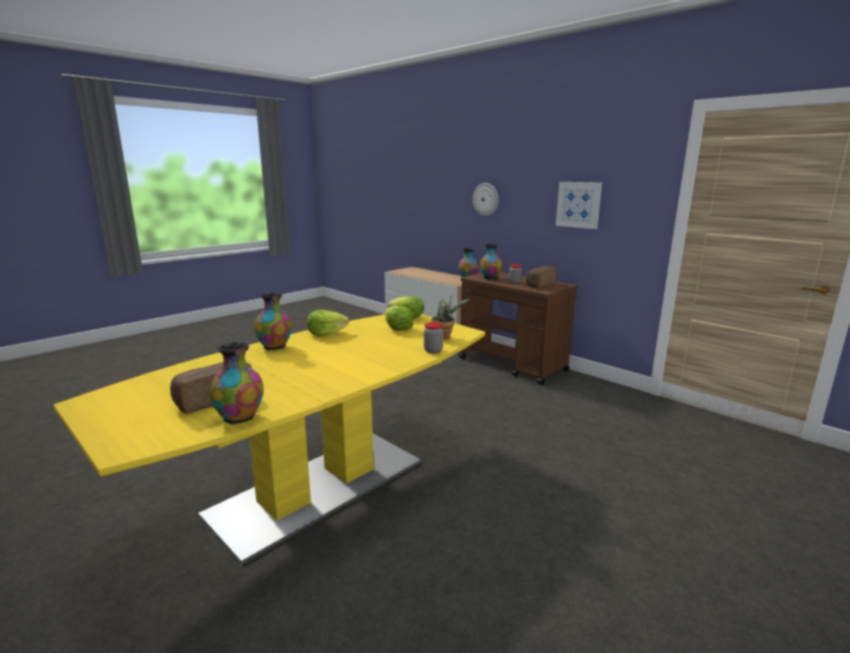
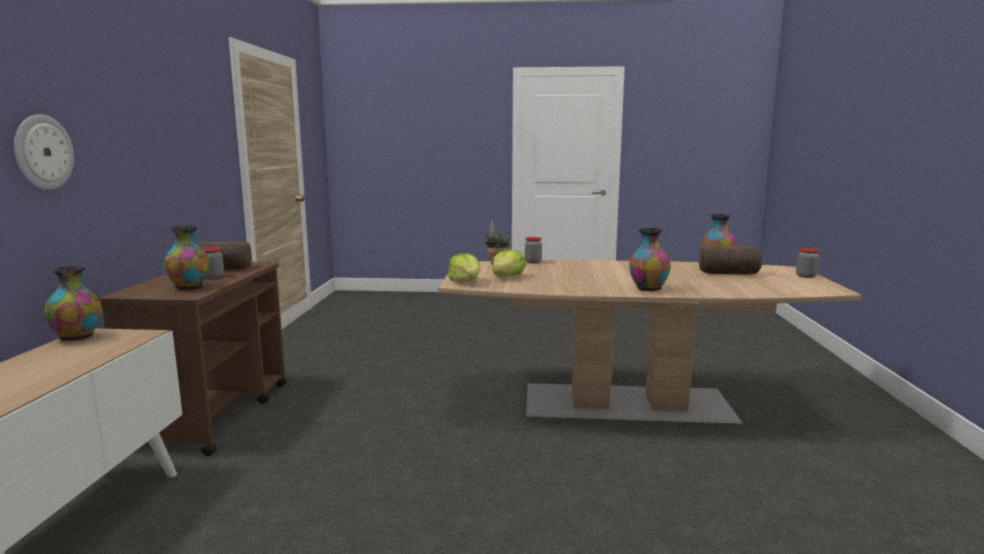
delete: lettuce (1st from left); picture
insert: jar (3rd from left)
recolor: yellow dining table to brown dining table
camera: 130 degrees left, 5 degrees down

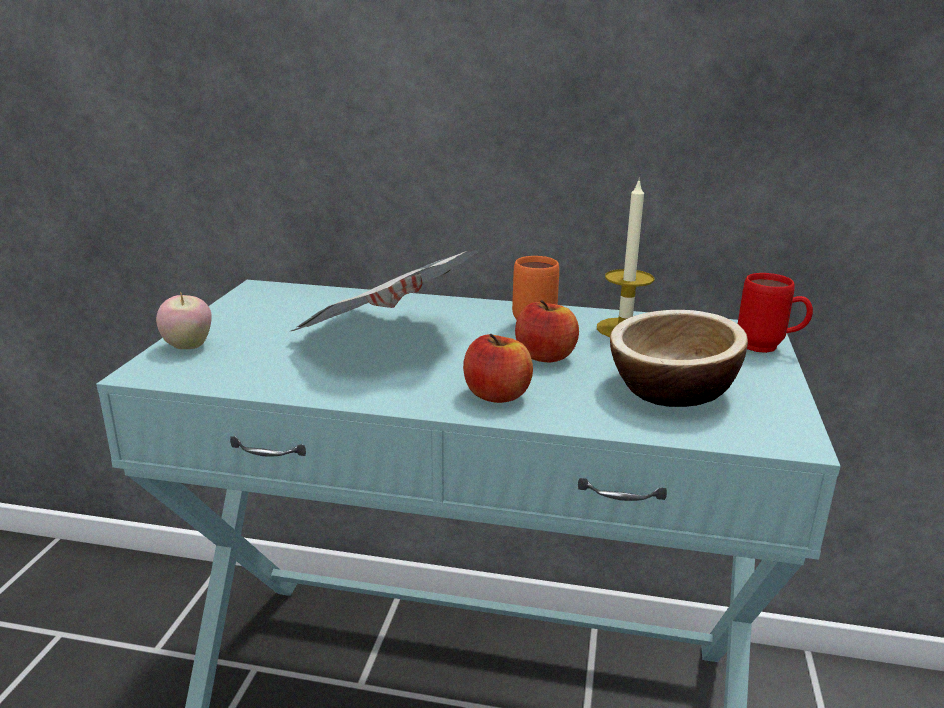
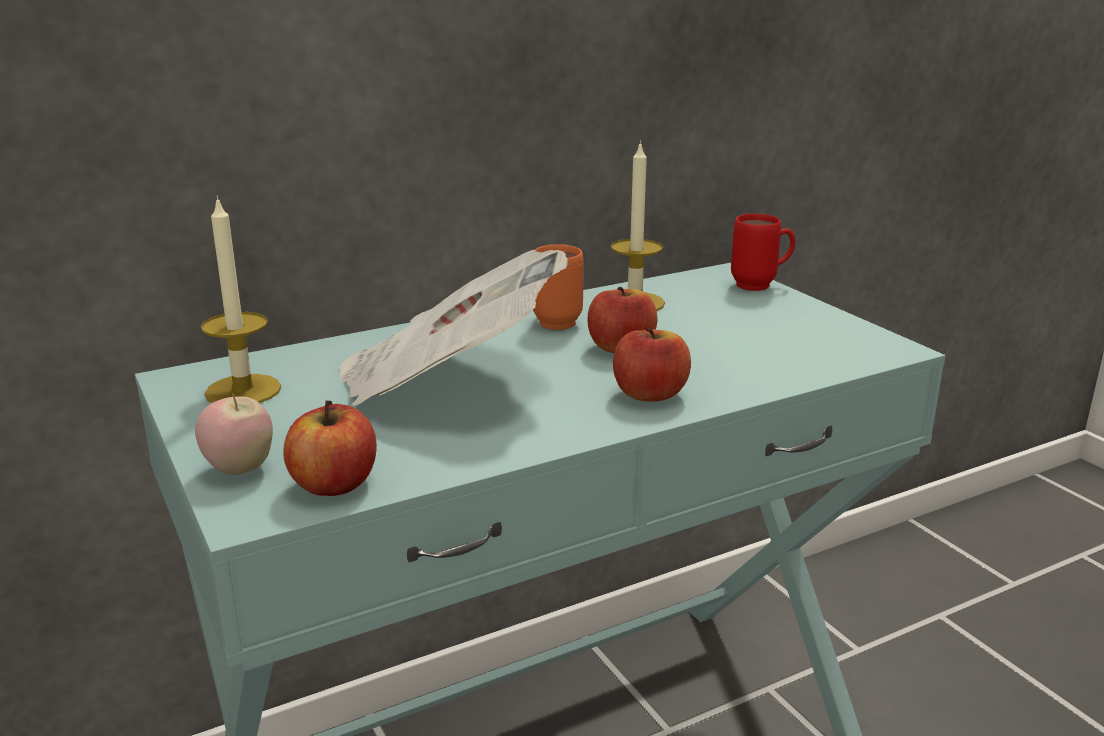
delete: bowl
insert: candle (1st from left); apple (2nd from left)
camera: 40 degrees left, 0 degrees up

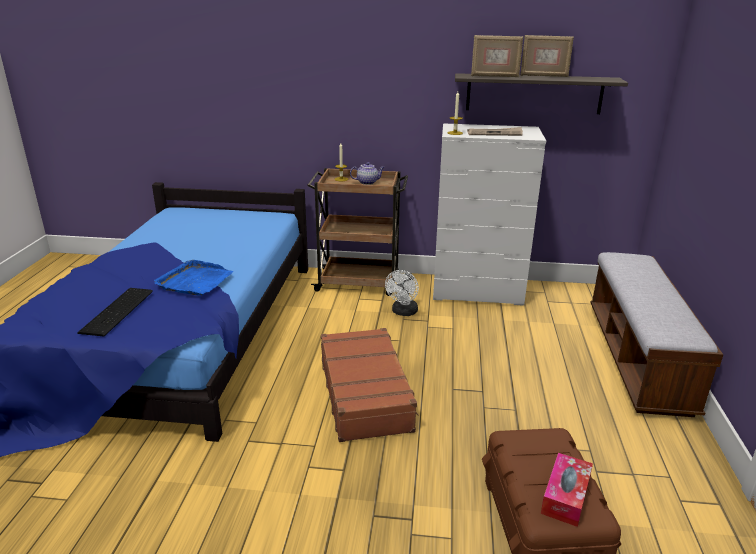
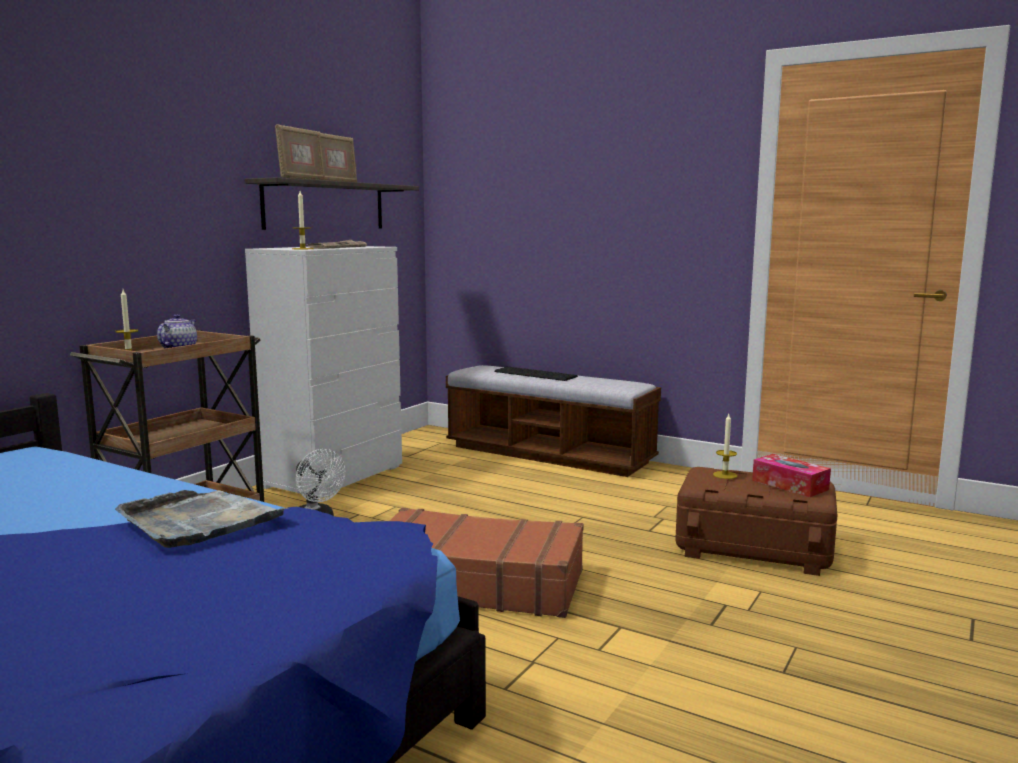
insert: candle (3rd from left)
move: keyboard
recolor: blue tray to grey tray
camera: 65 degrees left, 15 degrees down

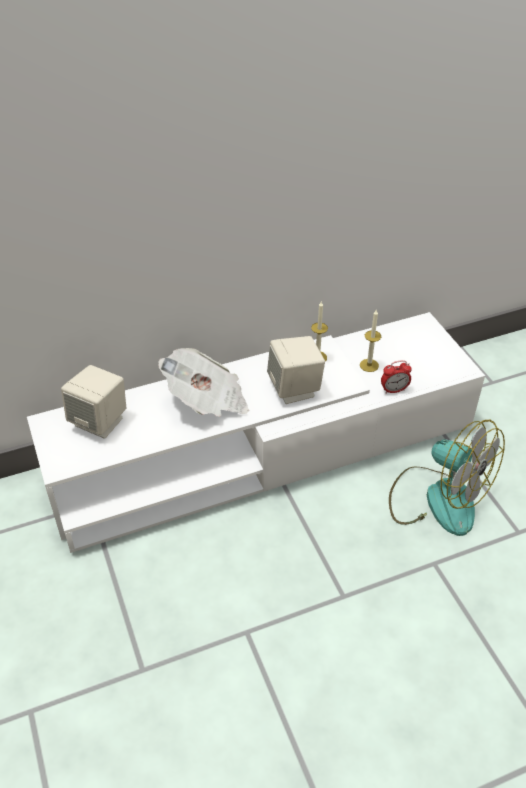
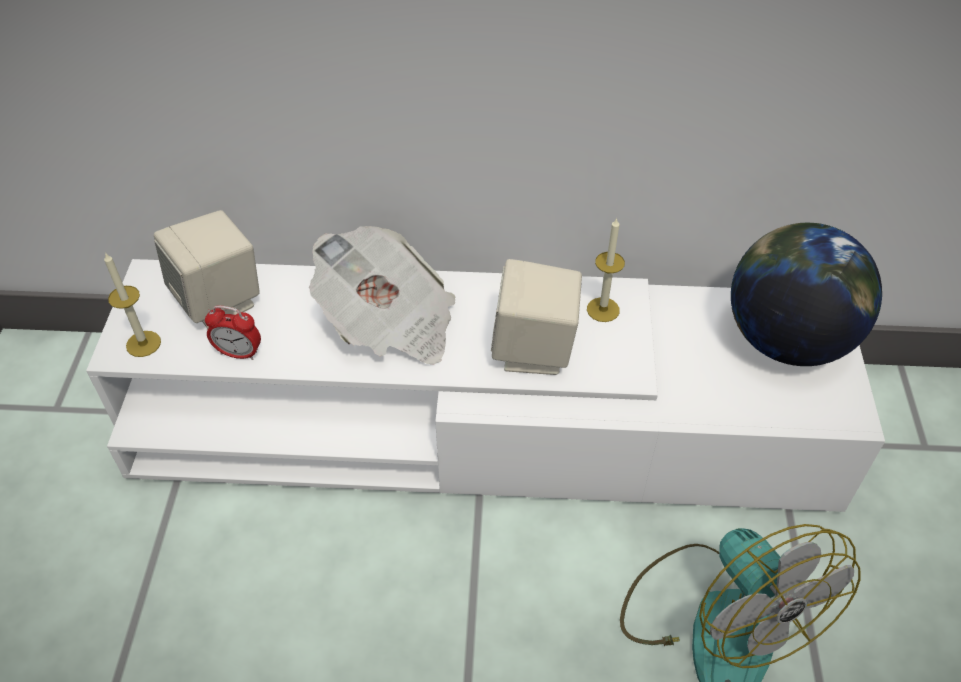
insert: globe
move: candle (2nd from left in the first image) to candle (1st from left); alarm clock
camera: 25 degrees right, 5 degrees up

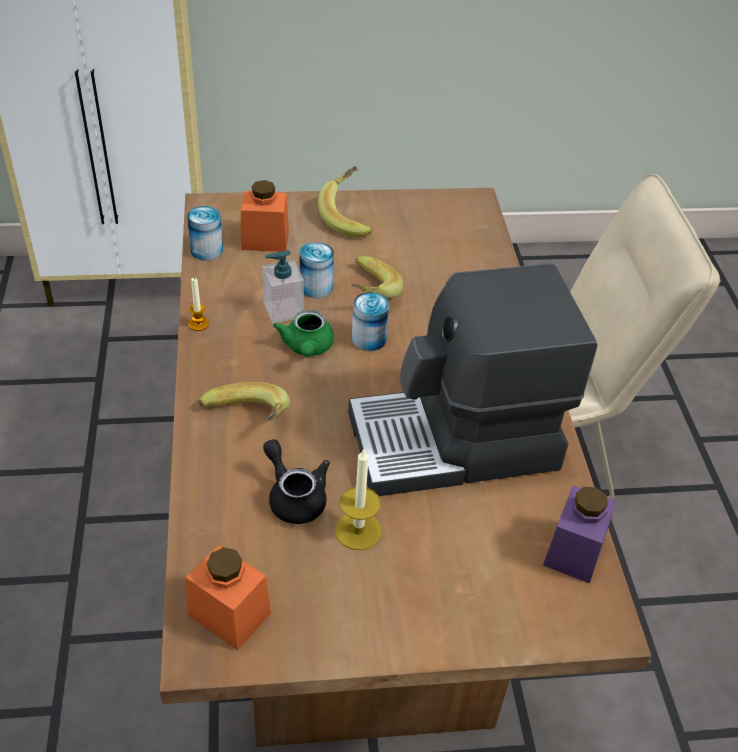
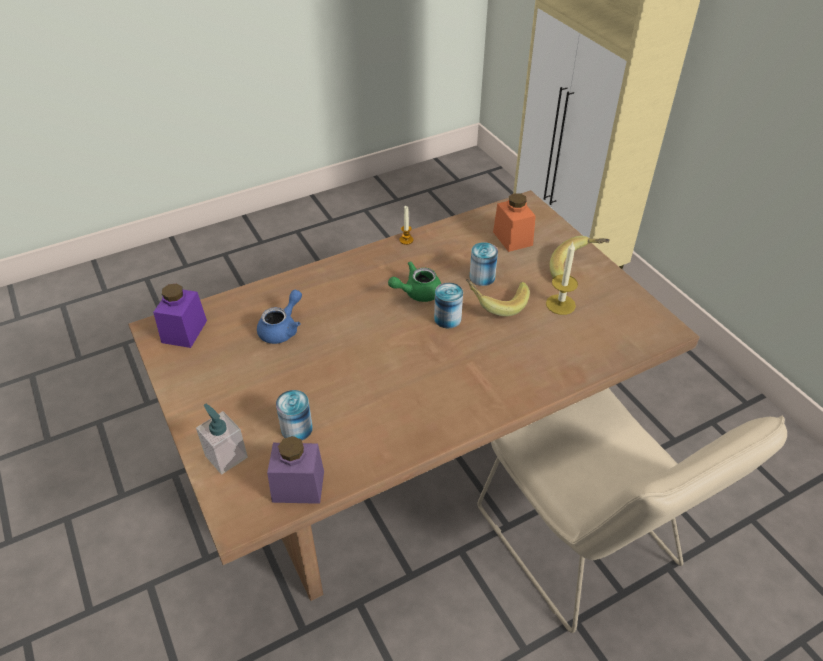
delete: banana (1st from left); coffee machine
move: soap dispenser; can (1st from left); candle (2nd from left)
recolor: orange jar (1st from left) to purple jar (1st from left); black teapot to blue teapot
camera: 70 degrees right, 0 degrees up

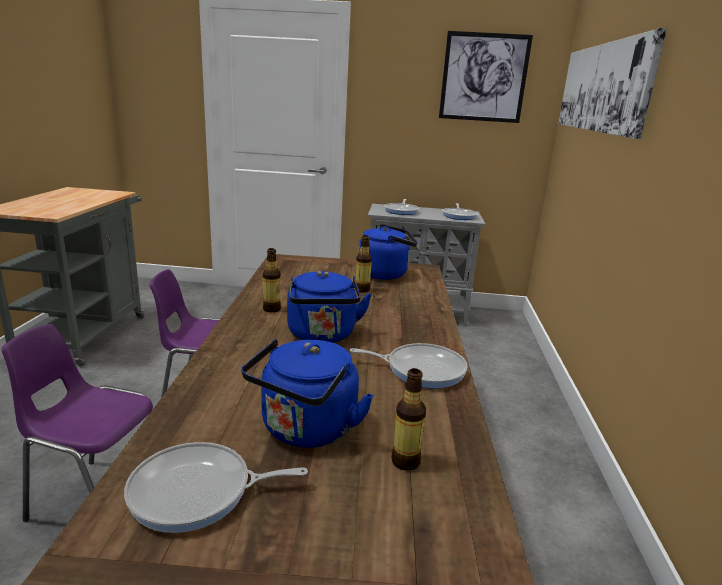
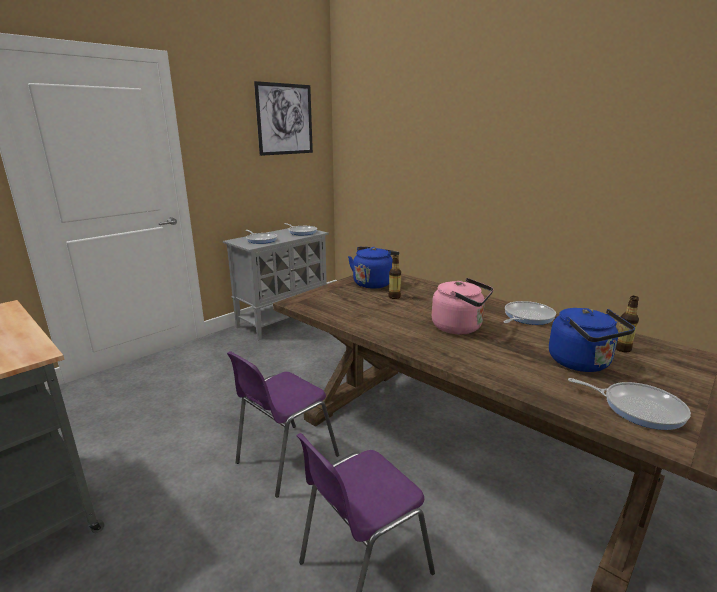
delete: bottle (1st from left); picture (2nd from left)
recolor: blue kettle (2nd from left) to pink kettle
rotate: frying pan (1st from left in the first image) 90 degrees counterclockwise
camera: 50 degrees left, 0 degrees up

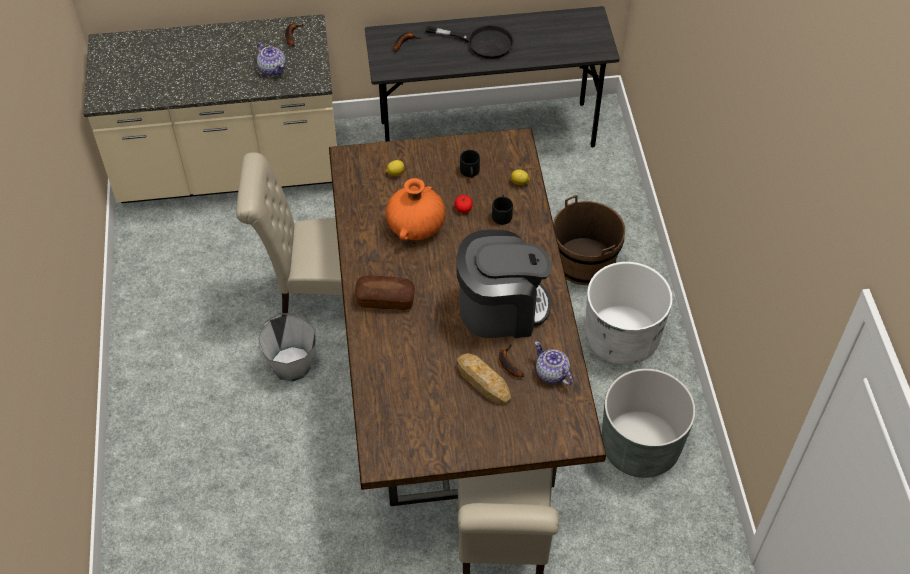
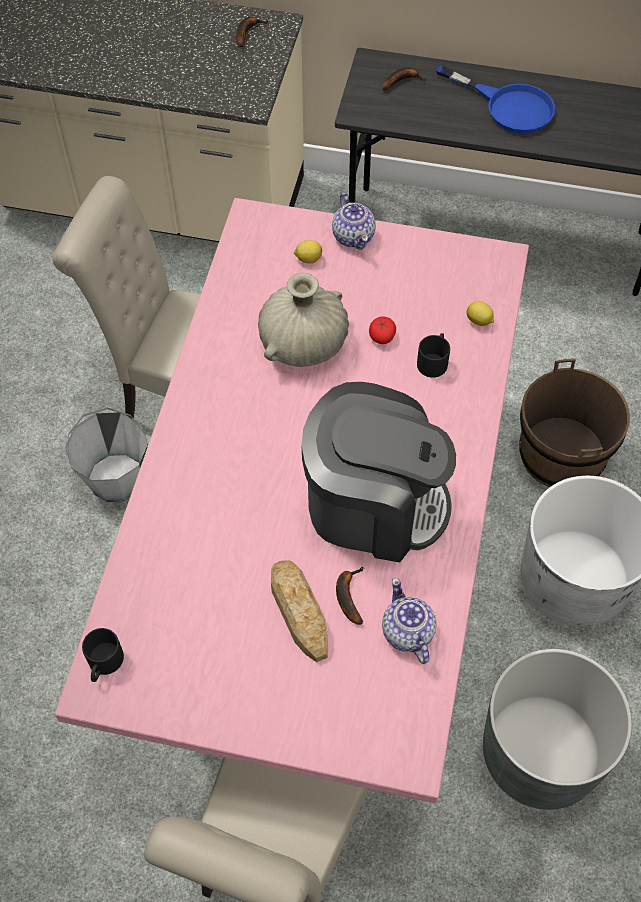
delete: bread (1st from left)
move: black mug (1st from left); teapot (1st from left)
recolor: brown dining table to pink dining table; orange vase to beige vase; black frying pan to blue frying pan
camera: 20 degrees right, 5 degrees up

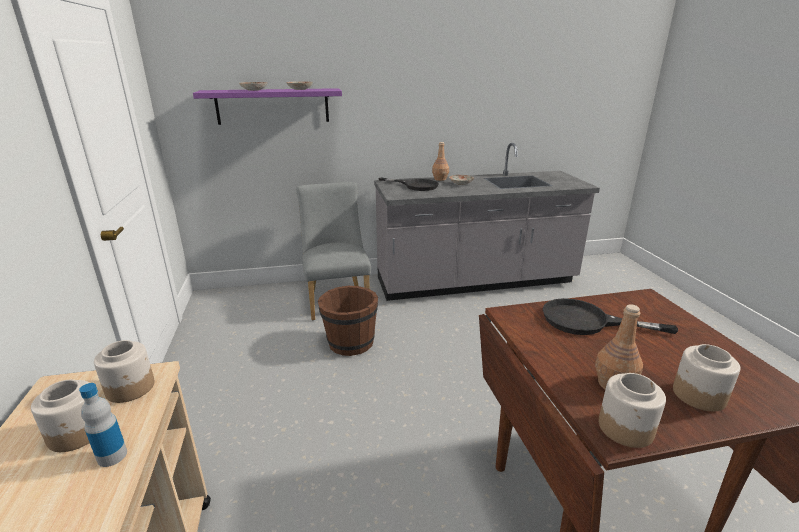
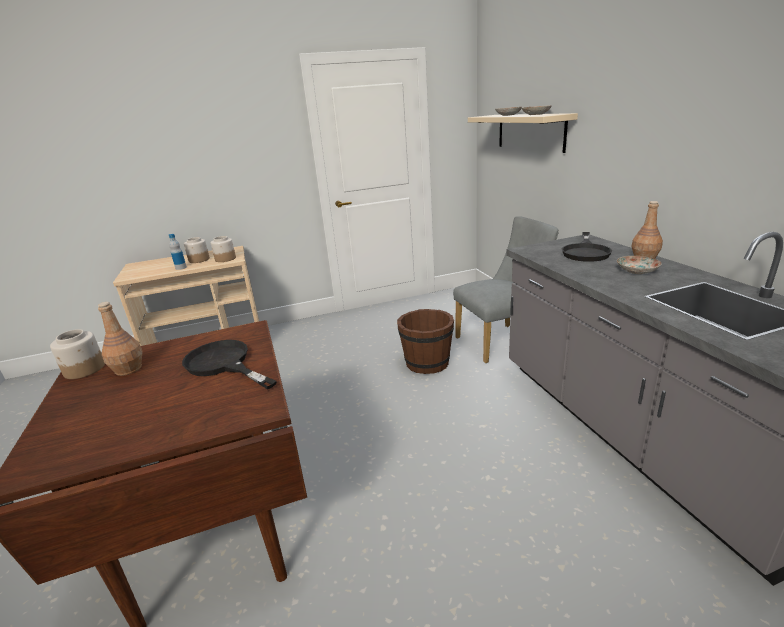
delete: jar (4th from left)
recolor: purple shelf to beige shelf
rotate: black frying pan (2nd from left in the first image) 60 degrees counterclockwise
camera: 85 degrees right, 0 degrees up

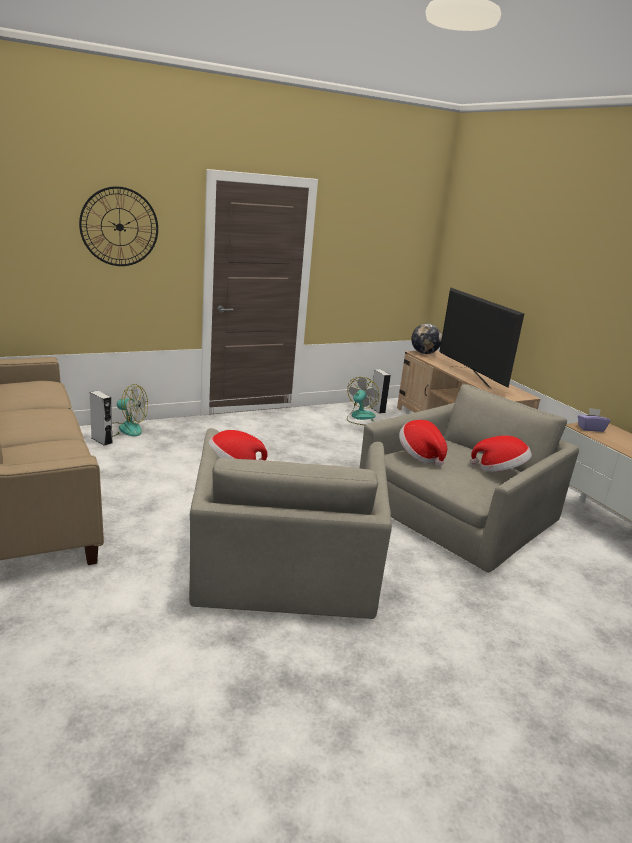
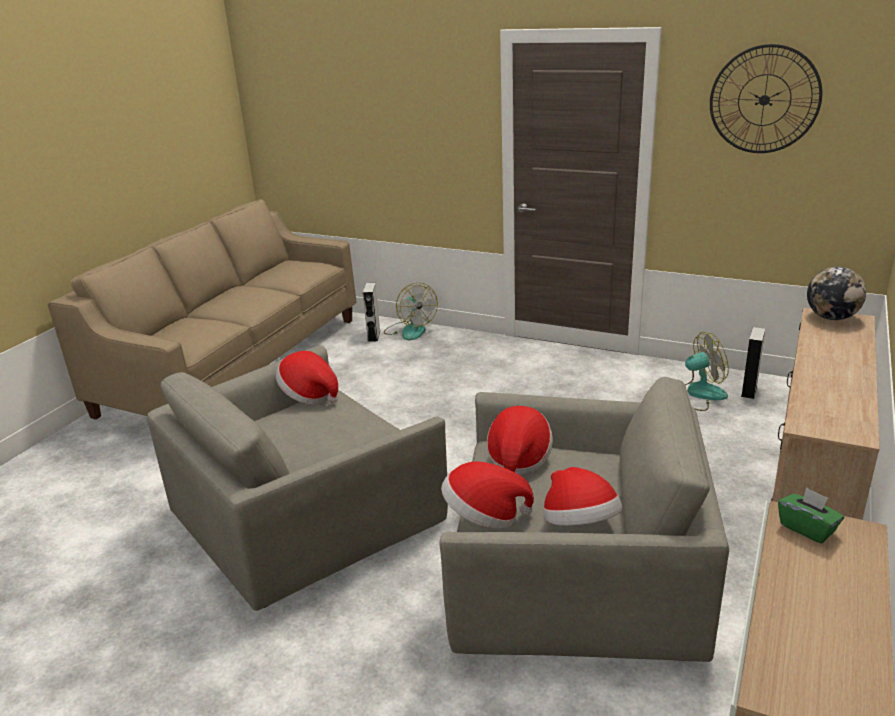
delete: television
insert: hat (2nd from left)
move: wall clock
recolor: purple tissue box to green tissue box
camera: 55 degrees right, 5 degrees up

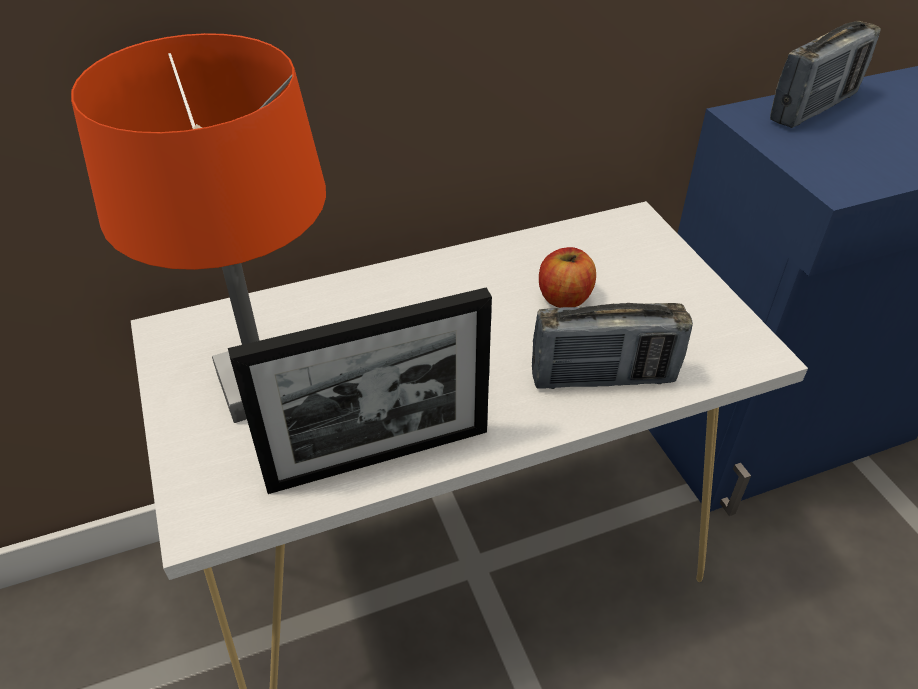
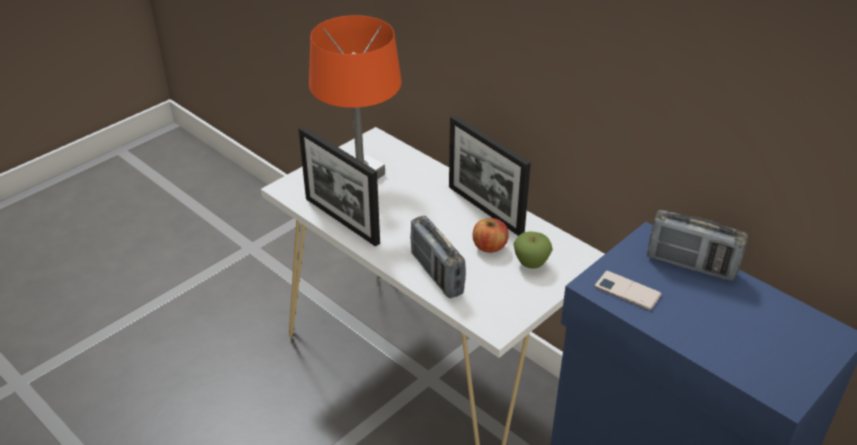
insert: picture frame (2nd from left); apple (2nd from left); phone
camera: 65 degrees right, 5 degrees down

